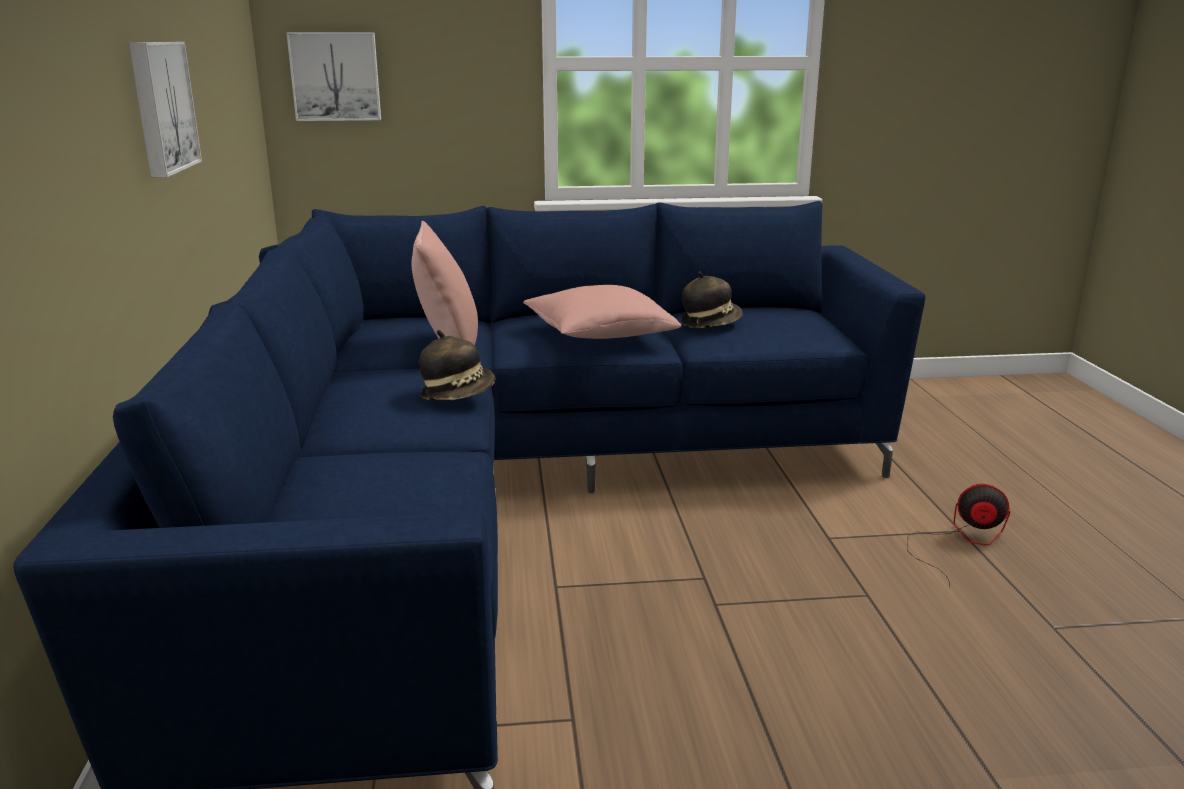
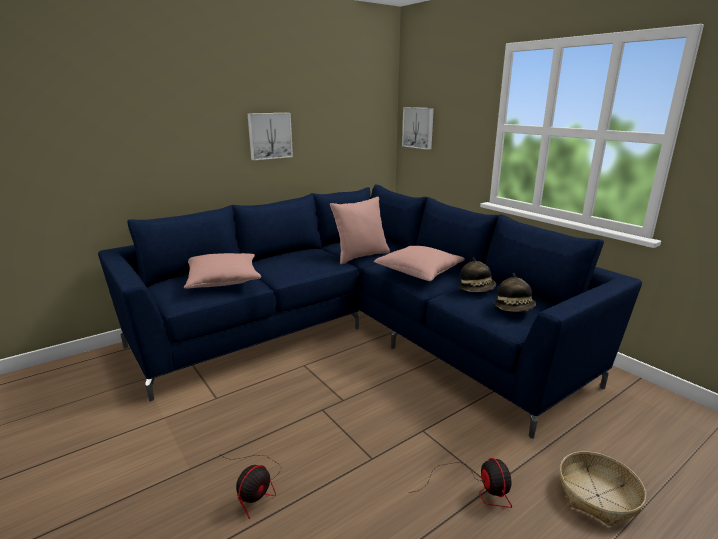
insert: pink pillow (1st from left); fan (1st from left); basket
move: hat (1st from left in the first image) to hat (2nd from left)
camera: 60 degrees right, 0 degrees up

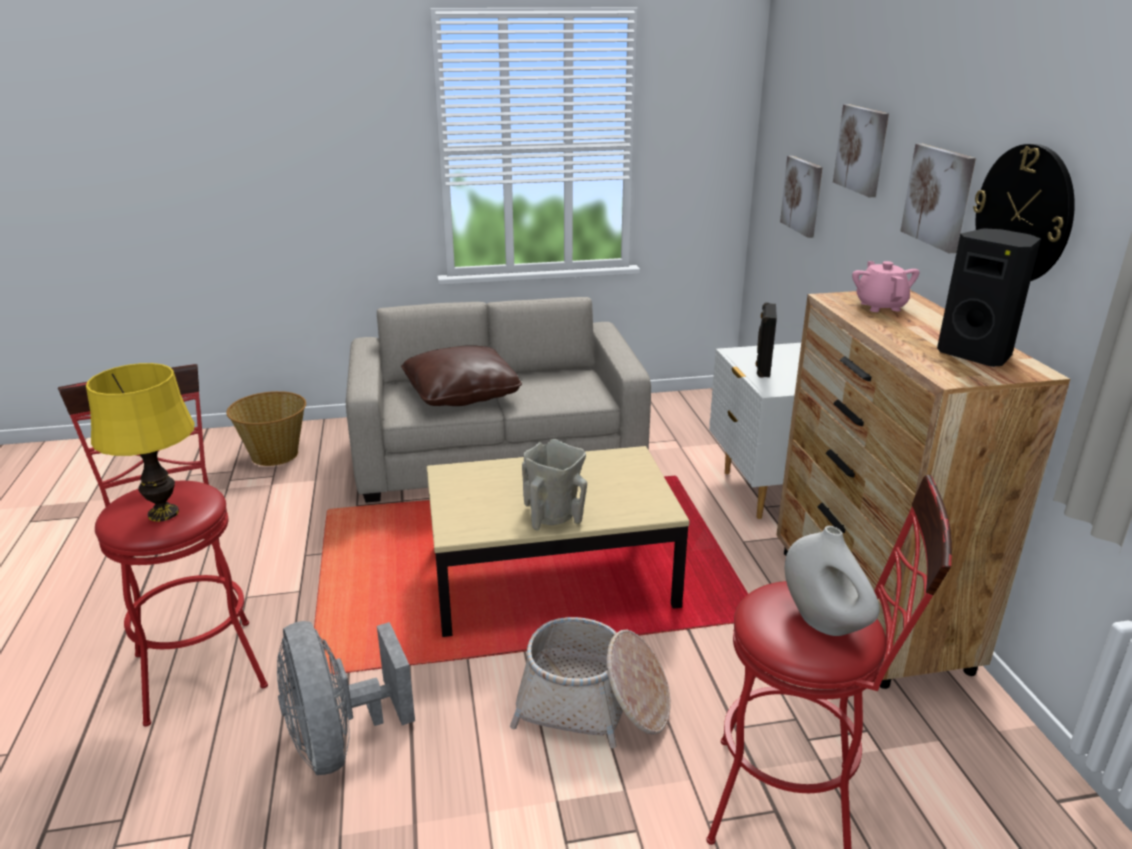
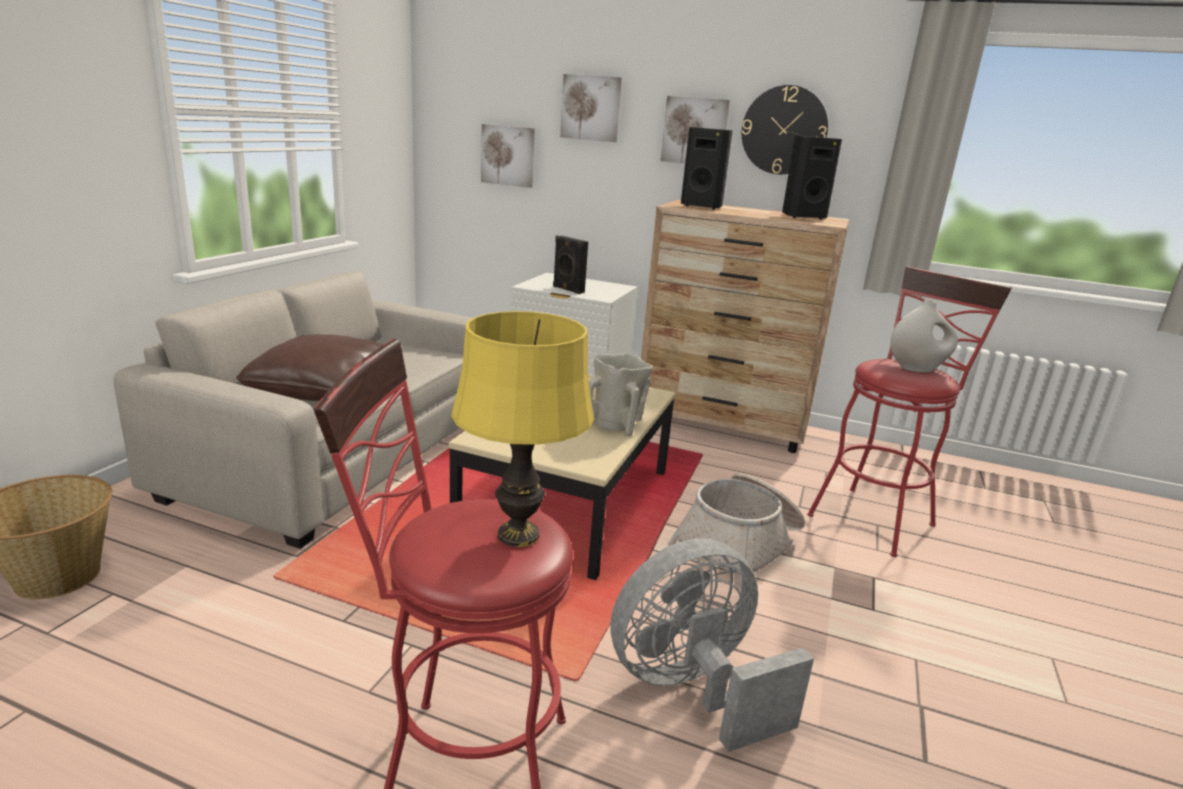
replace: pink teapot to black speaker (2nd from left)
rotate: grey fan 150 degrees clockwise
camera: 60 degrees left, 5 degrees down

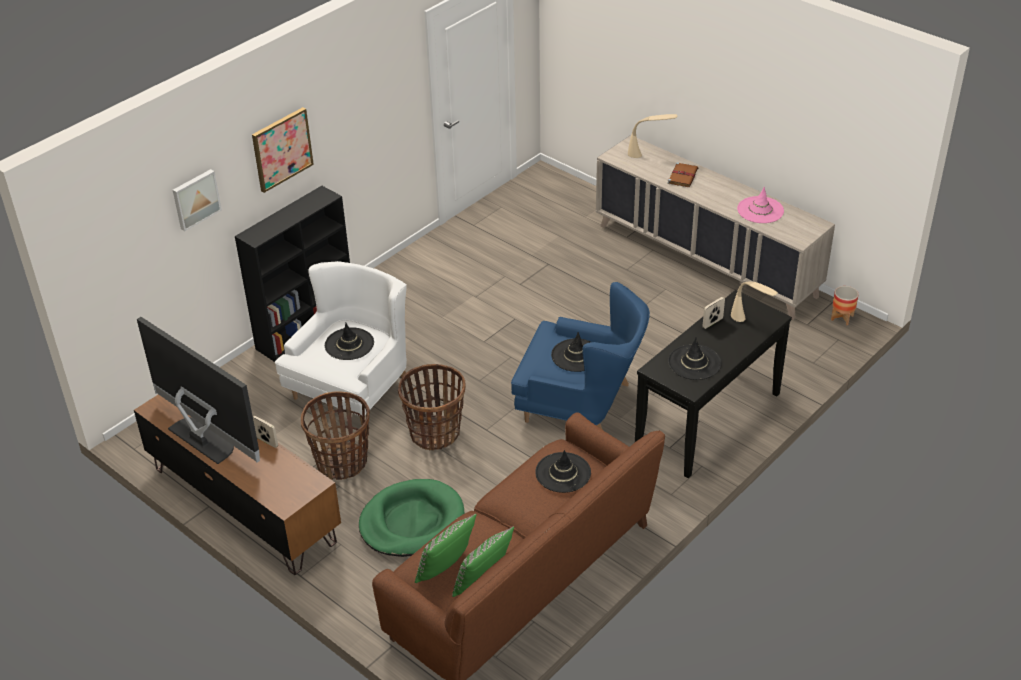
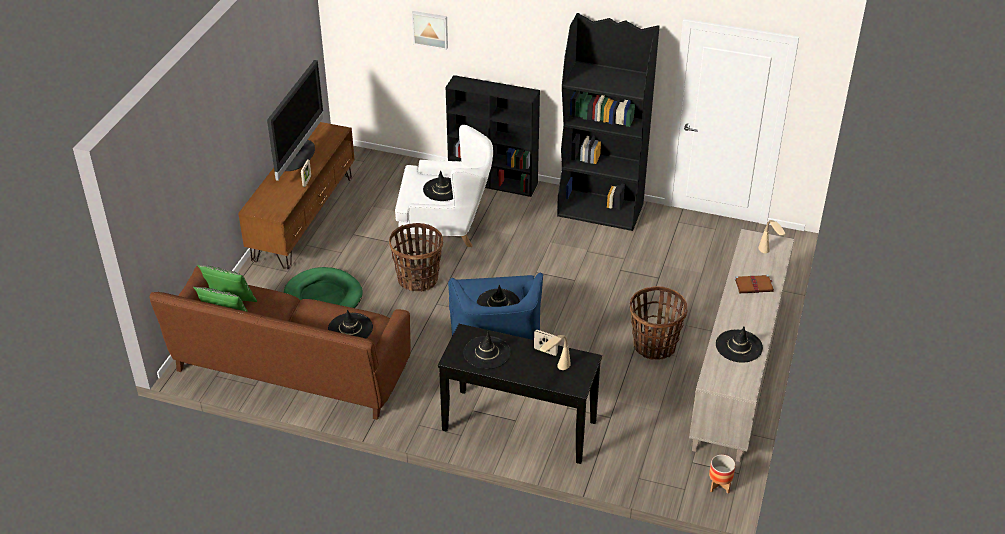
delete: picture (2nd from left)
insert: black bookcase (2nd from left)
move: basket (1st from left in the first image) to basket (2nd from left)
recolor: pink hat to black hat (5th from left)
camera: 65 degrees right, 0 degrees up

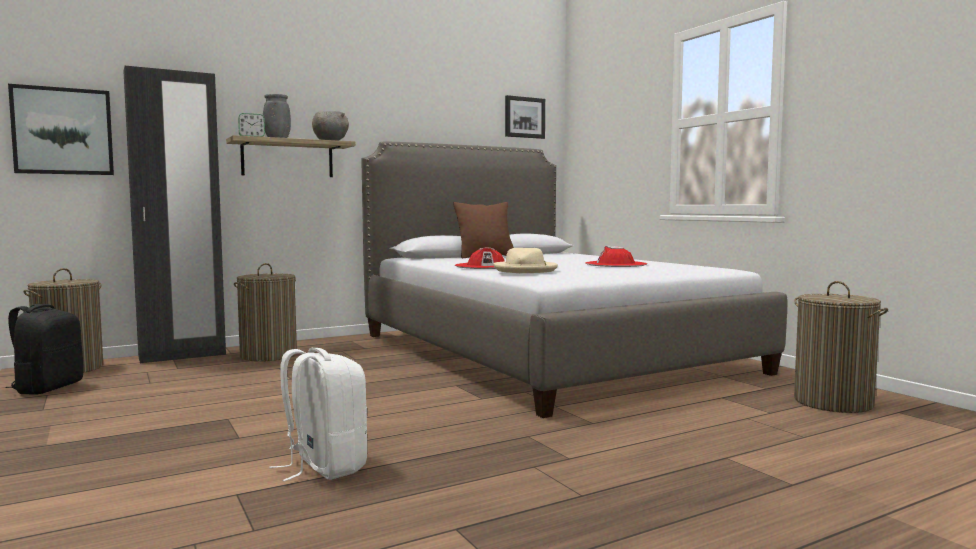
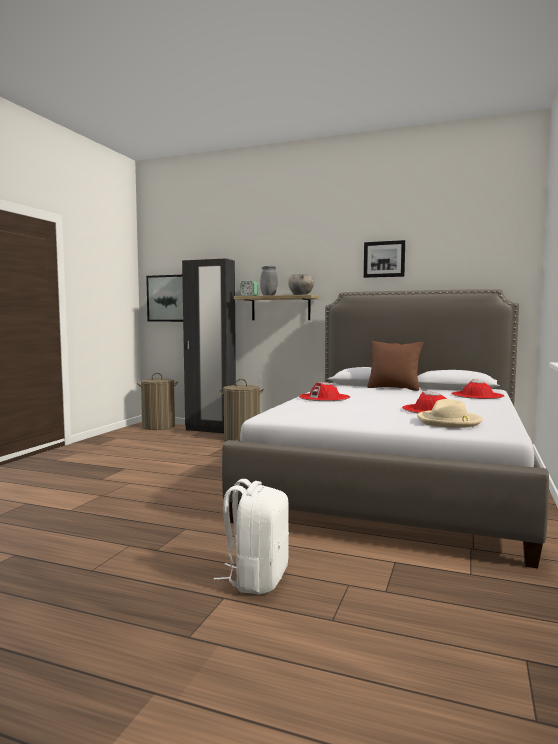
delete: black backpack; laundry basket (3rd from left)
insert: red hat (3rd from left)
move: white backpack; picture (2nd from left); beige hat
camera: 50 degrees right, 0 degrees up

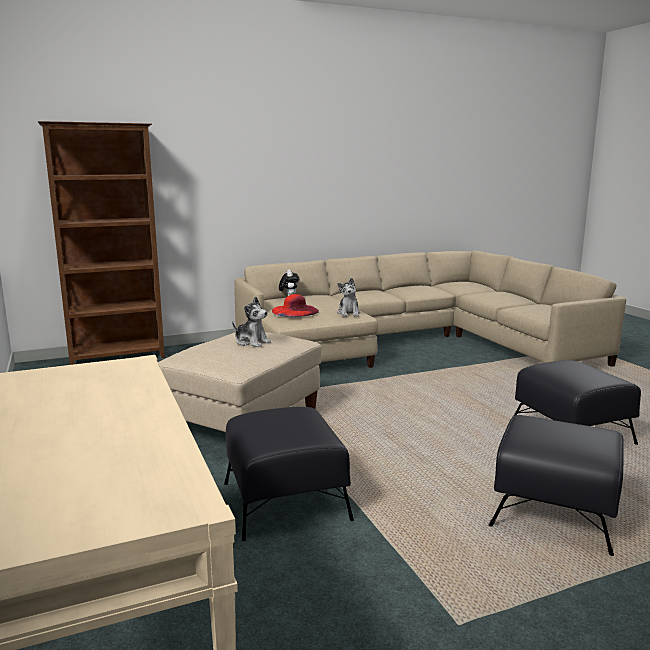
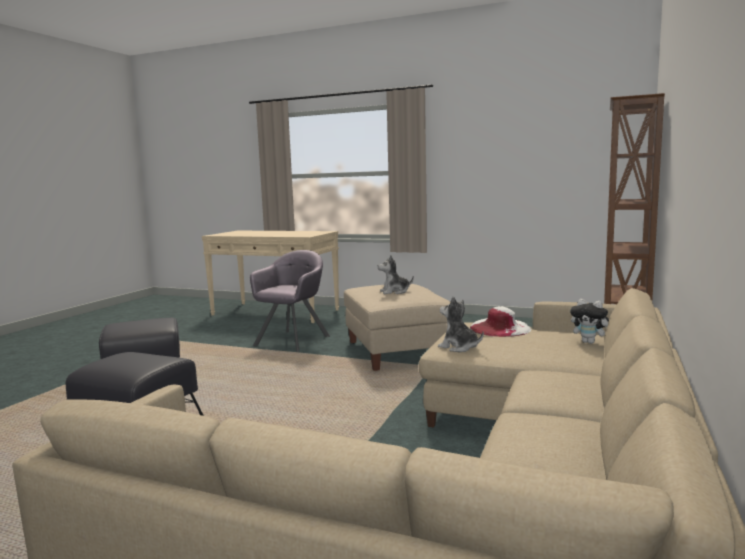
replace: black ottoman (1st from left) to grey armchair
recolor: red hat to white hat
camera: 135 degrees right, 5 degrees down

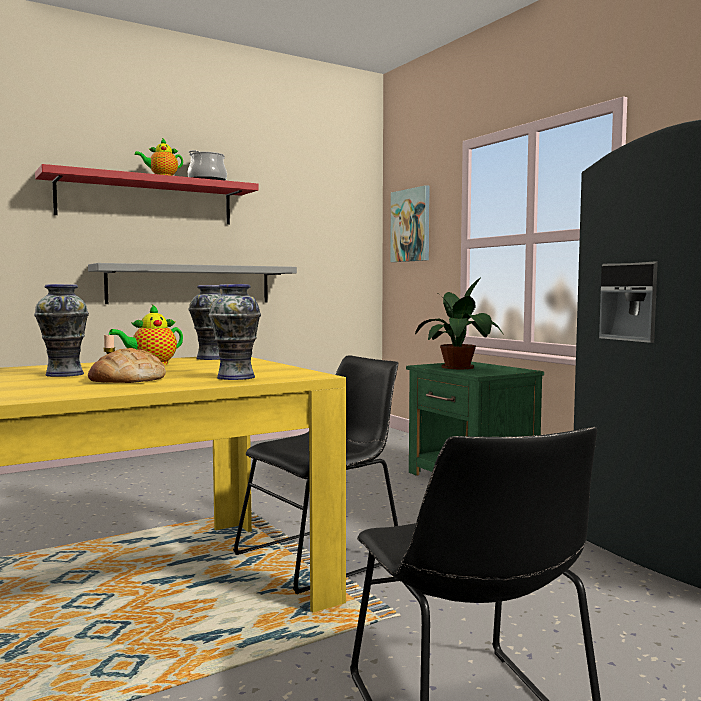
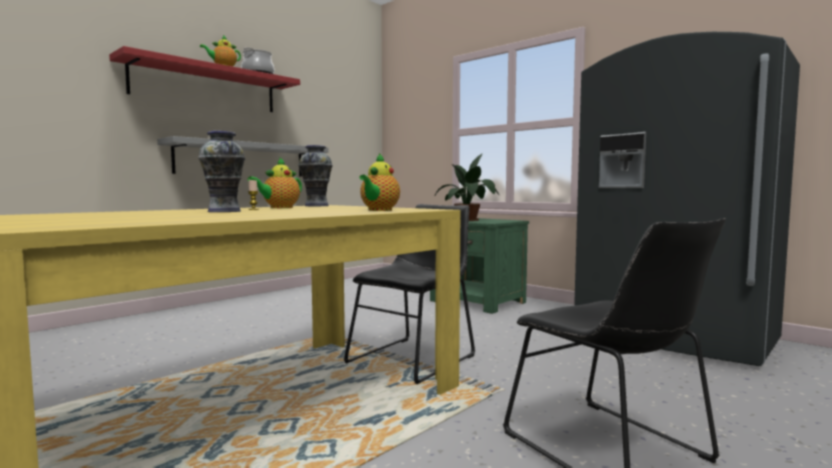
delete: bread; picture
replace: vase (3rd from left) to teapot (3rd from left)
camera: 15 degrees left, 0 degrees up

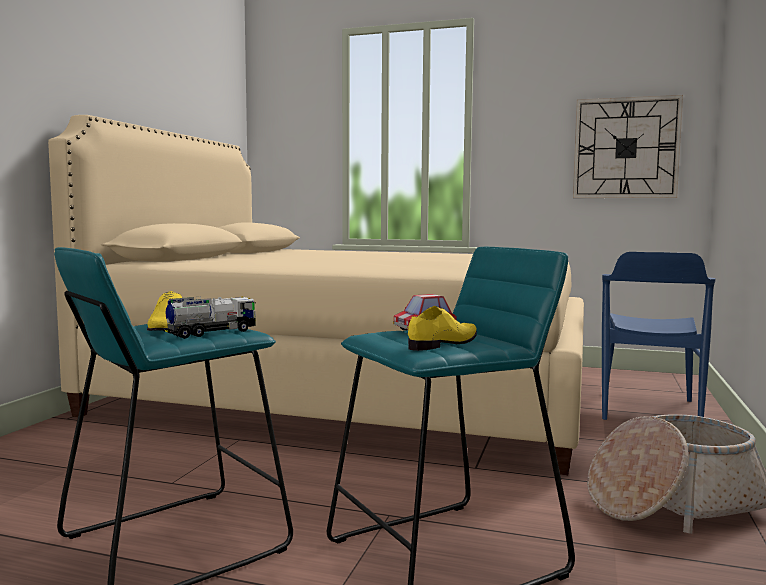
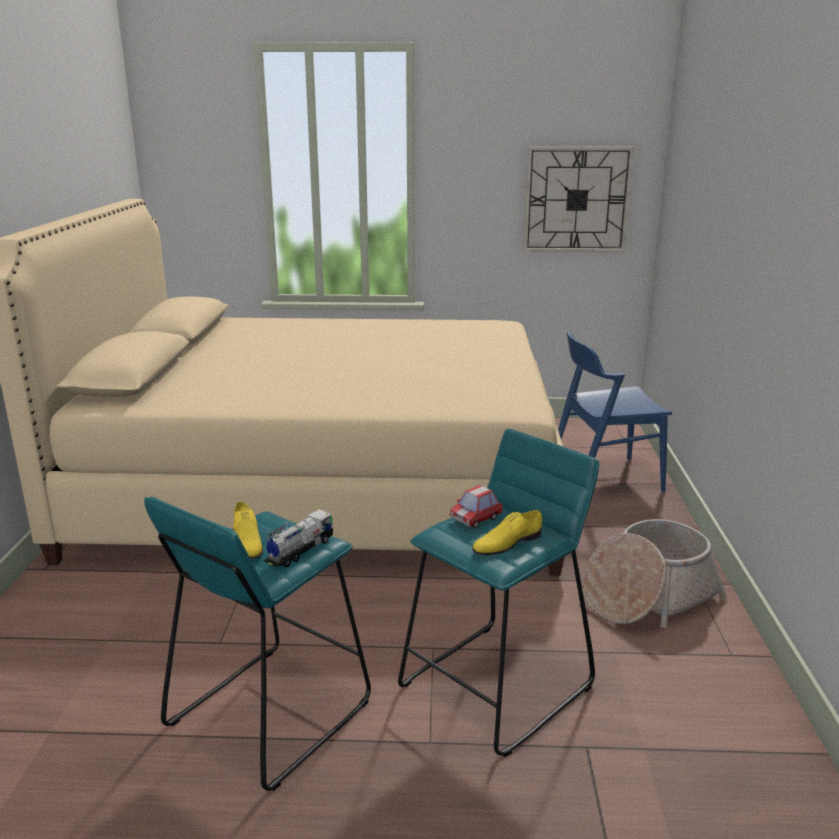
rotate: yellow shoe (2nd from left) 150 degrees counterclockwise; blue chair 75 degrees clockwise
camera: 15 degrees left, 15 degrees up

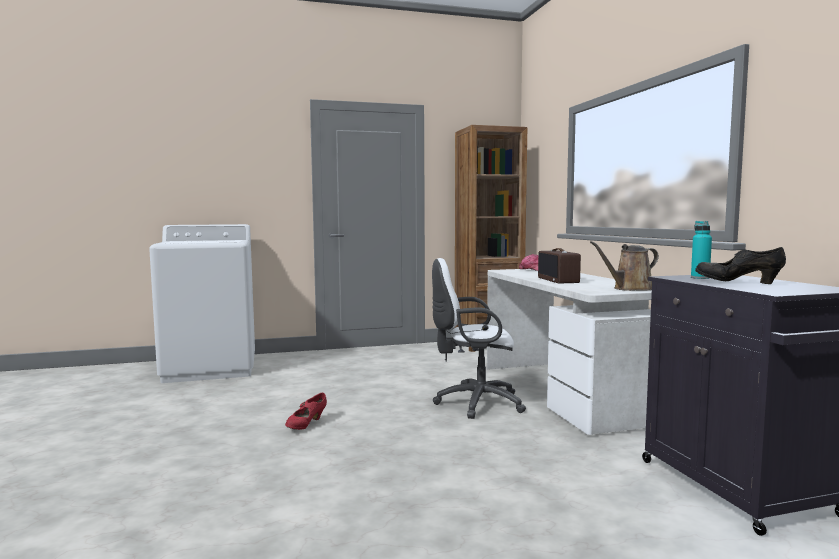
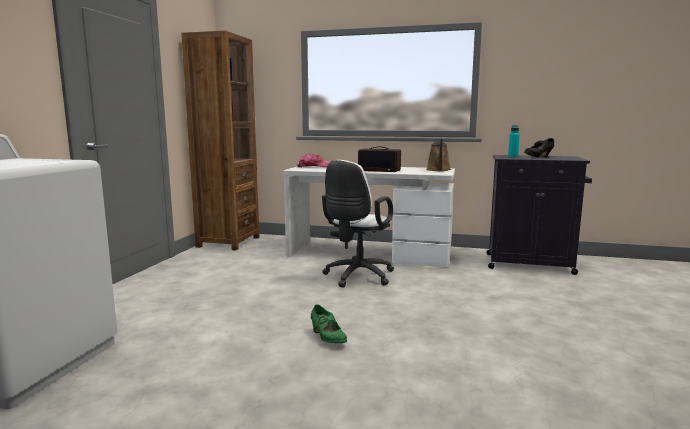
recolor: red shoe to green shoe
camera: 60 degrees left, 5 degrees up

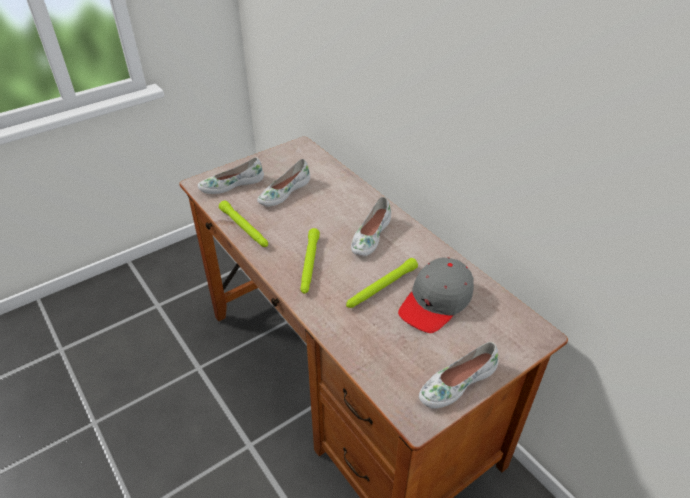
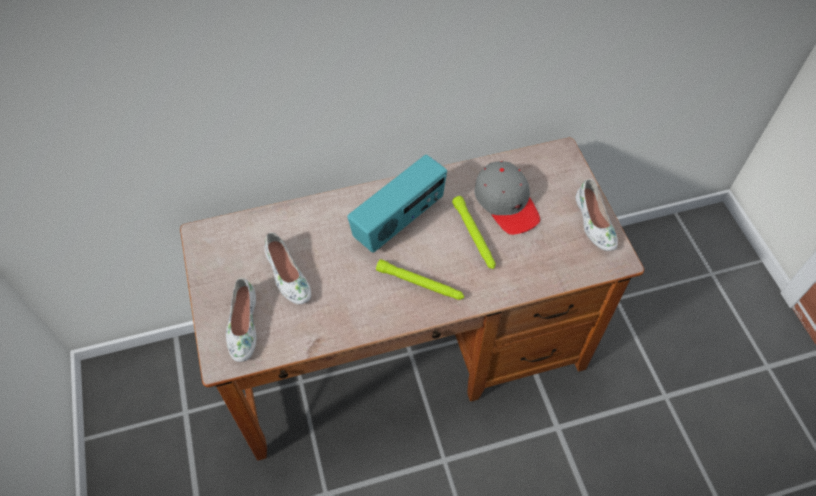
delete: green flashlight (1st from left)
replace: white shoe (3rd from left) to radio
camera: 70 degrees left, 15 degrees up

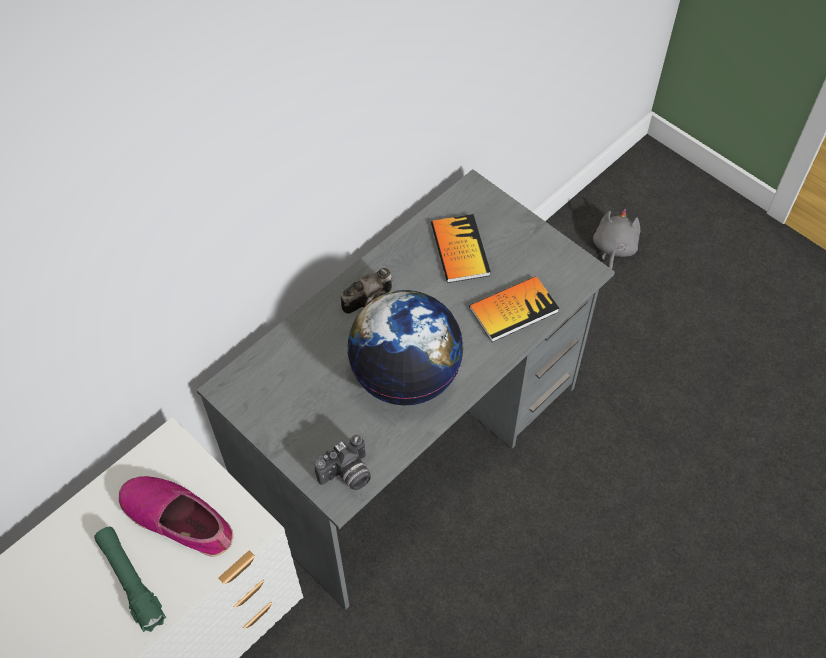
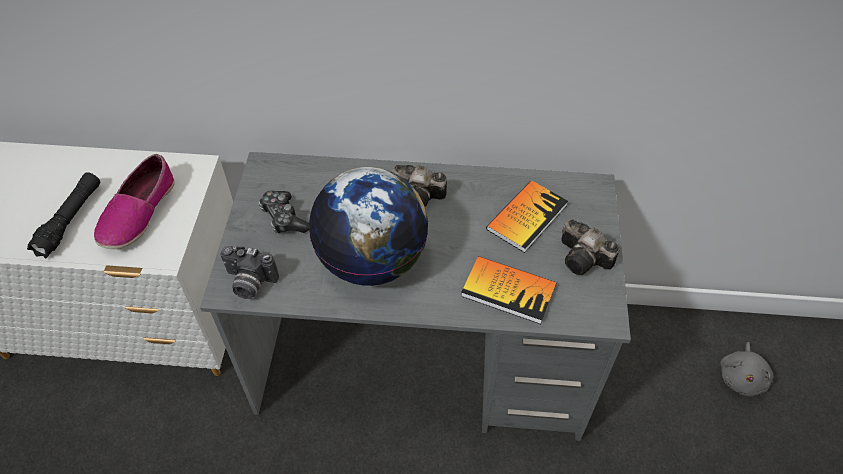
insert: game controller; photo camera (3rd from left)
recolor: green flashlight to black flashlight
rotate: shoe 150 degrees counterclockwise; grey plush toy 135 degrees clockwise
camera: 50 degrees right, 5 degrees down

